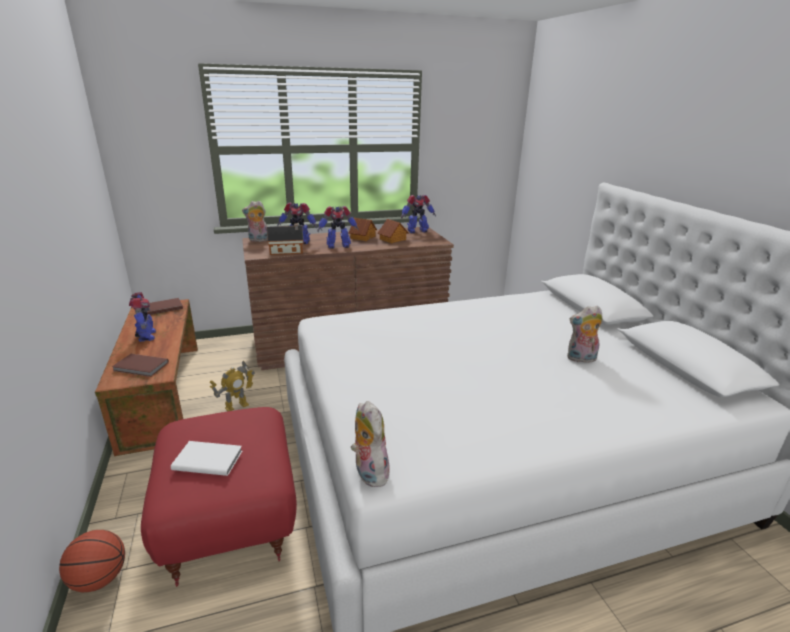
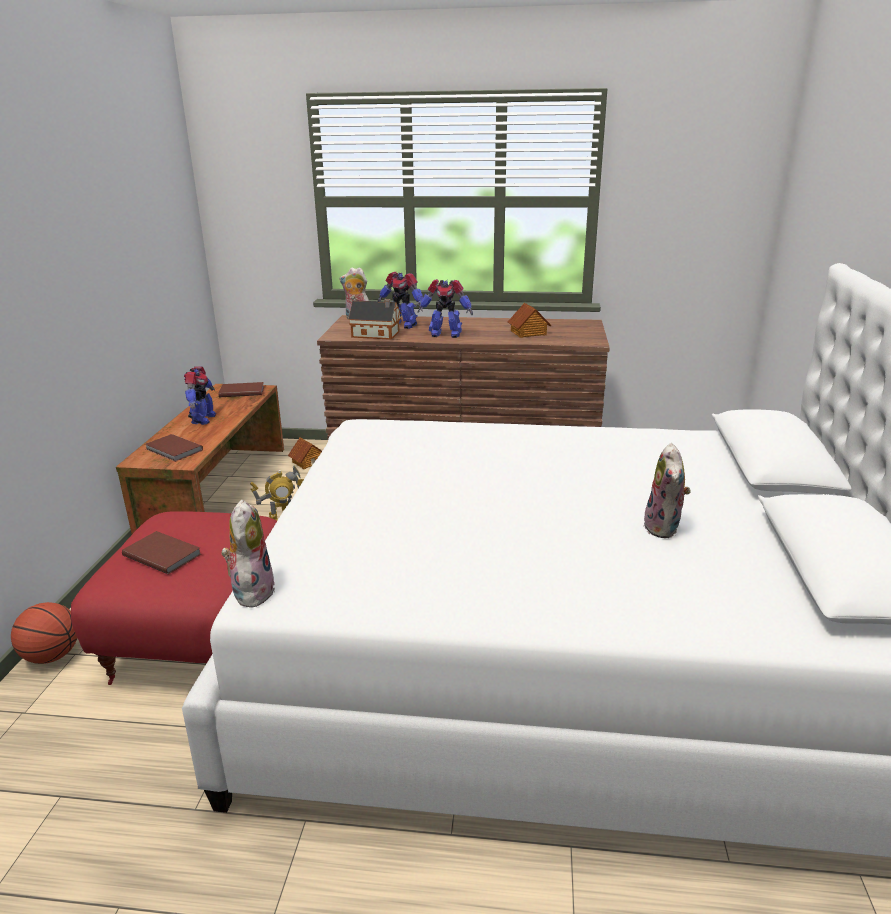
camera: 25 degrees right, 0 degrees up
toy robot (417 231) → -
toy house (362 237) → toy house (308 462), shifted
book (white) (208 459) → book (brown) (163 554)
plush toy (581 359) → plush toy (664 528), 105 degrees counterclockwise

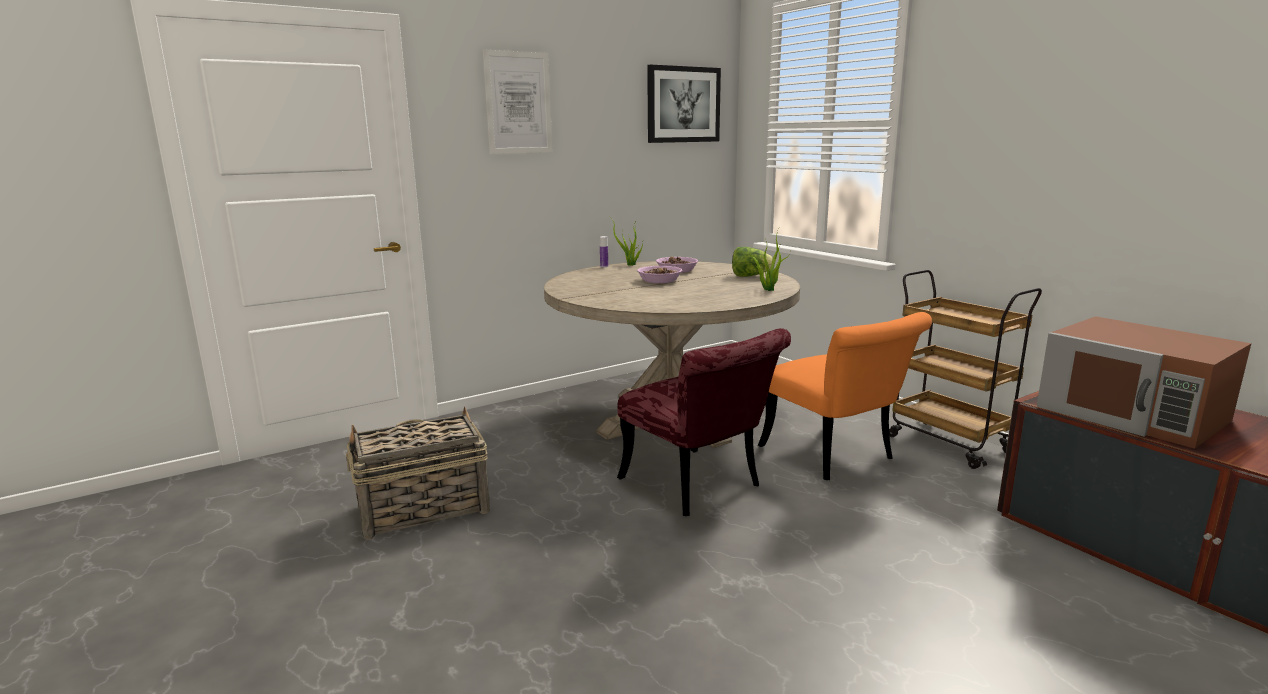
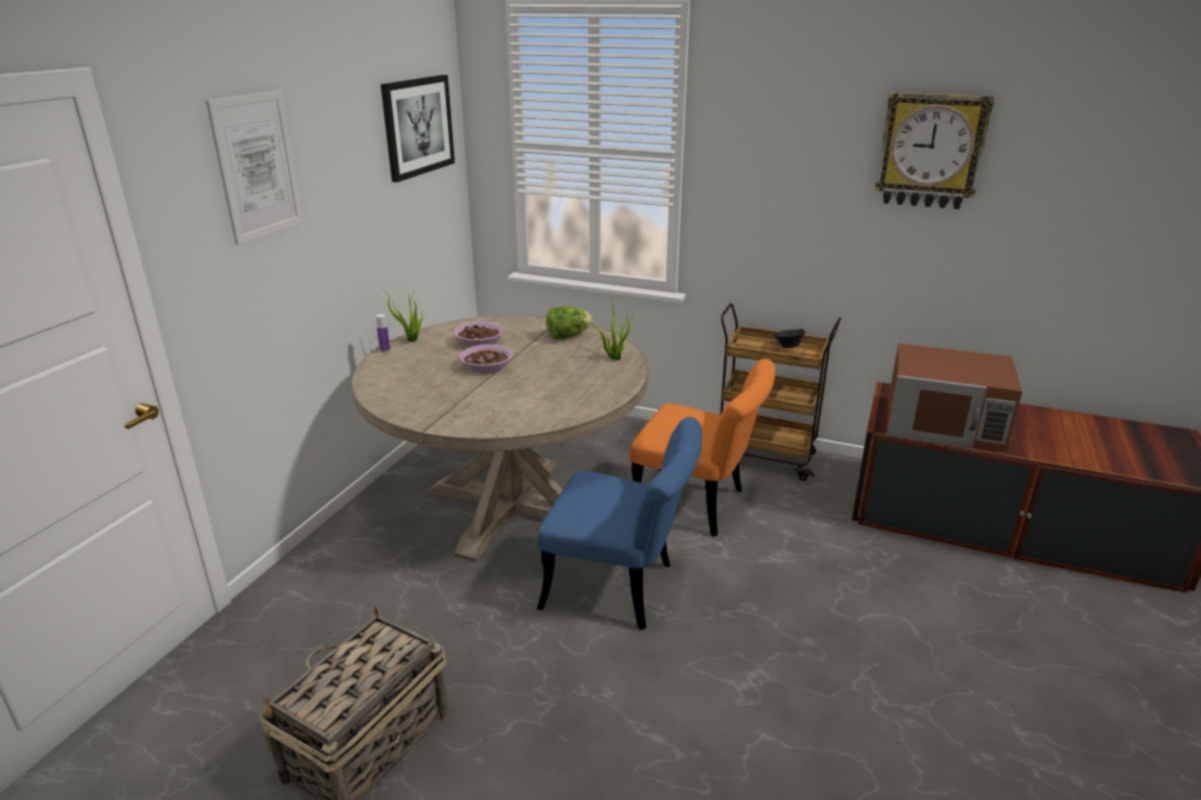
camera: 35 degrees left, 10 degrees up
- → bowl (black) (787 347)
- → wall clock (931 151)
chair (red) (699 487) → chair (blue) (622 588)

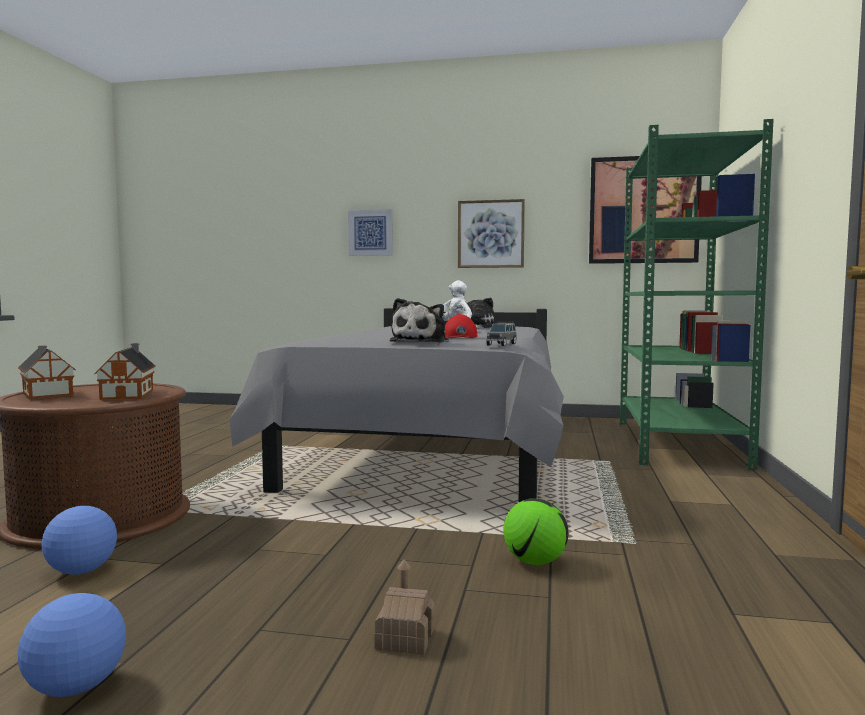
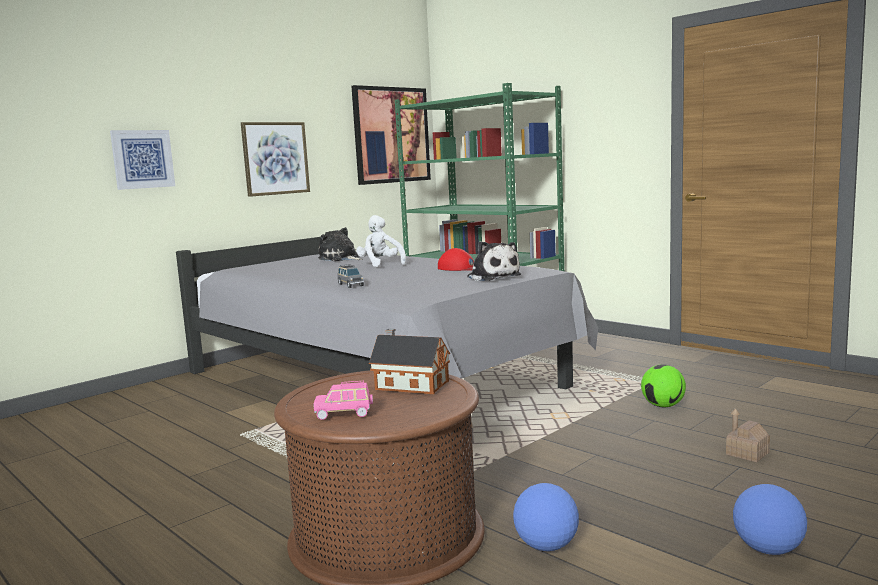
camera: 55 degrees left, 5 degrees up
toy car (grey) (501 344) → toy car (grey) (350 285), shifted
toy house (47 393) → toy car (pink) (344 414)

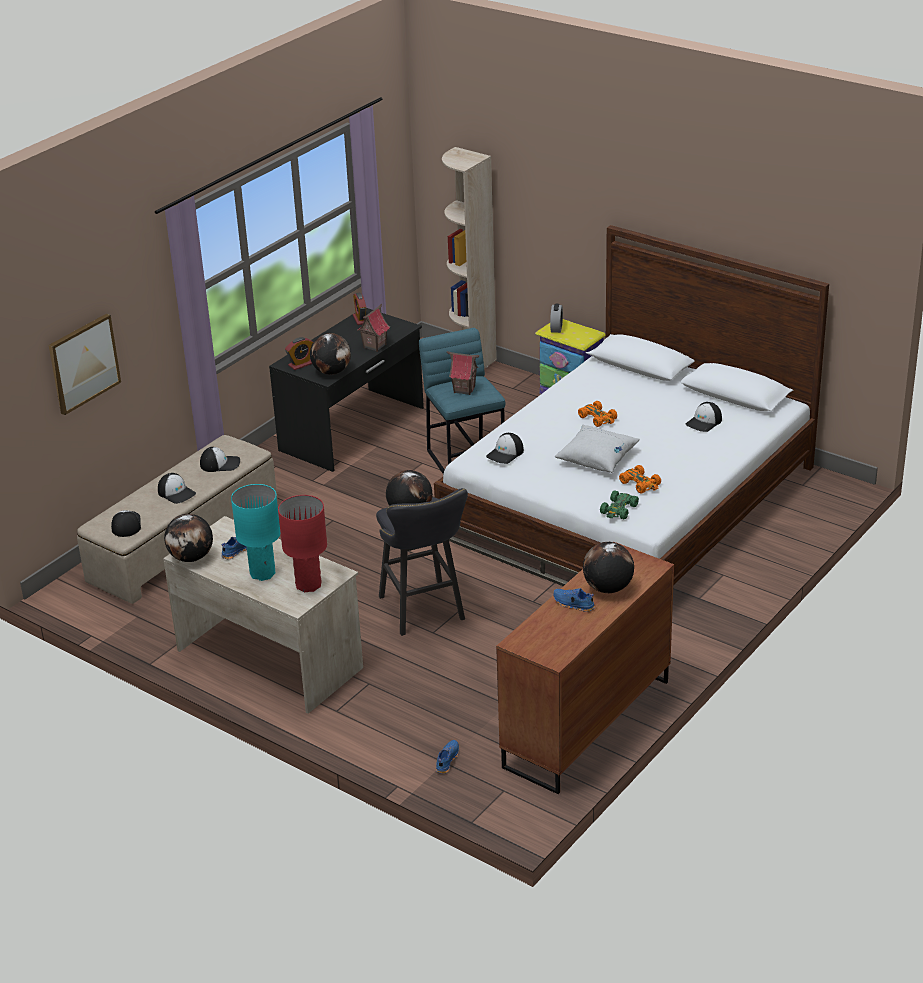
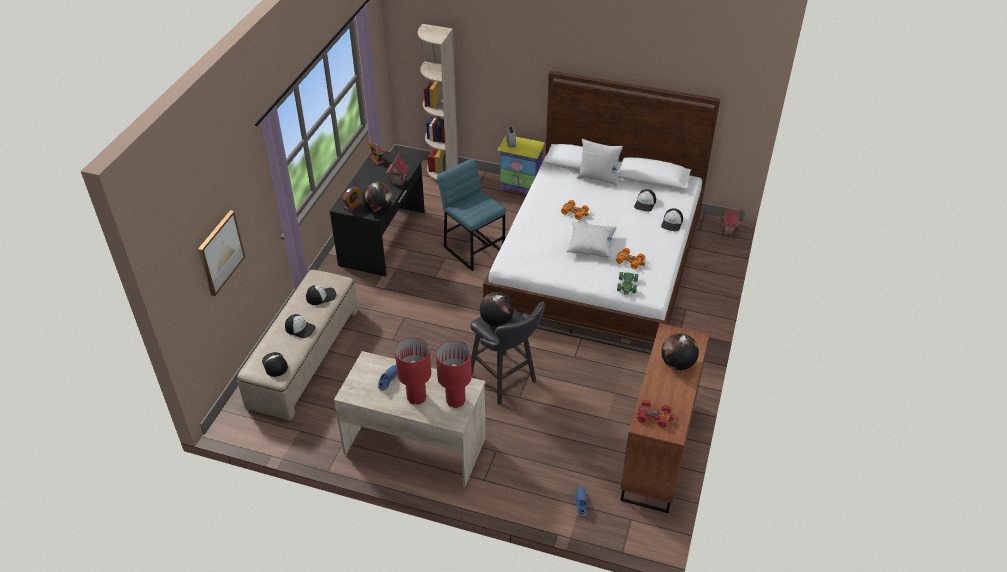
camera: 20 degrees left, 10 degrees up
globe (191 558) → -
shoe (blue) (573 604) → -
- → pillow (grey) (598 178)
- → toy car (red) (654 416)
toy house (464 389) → toy house (727 230), shifted
cap (505 453) → cap (672 223), shifted
table lamp (turquoise) (263 574) → table lamp (red) (416 397)

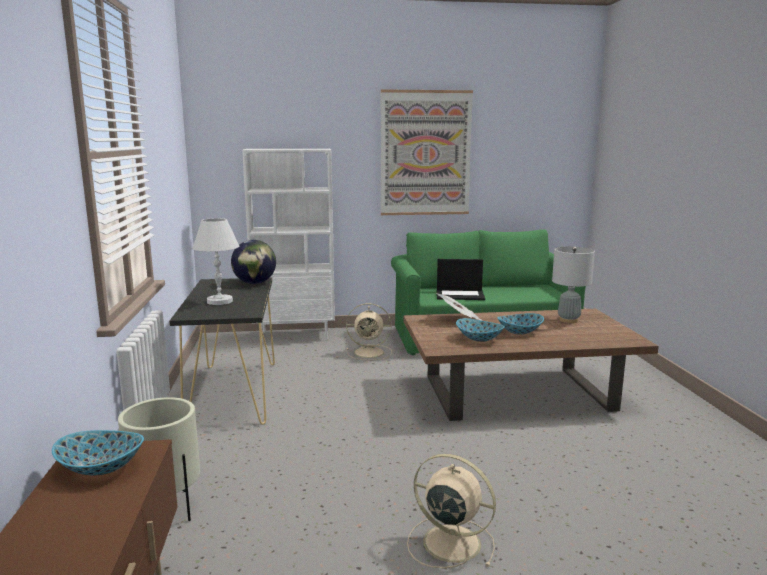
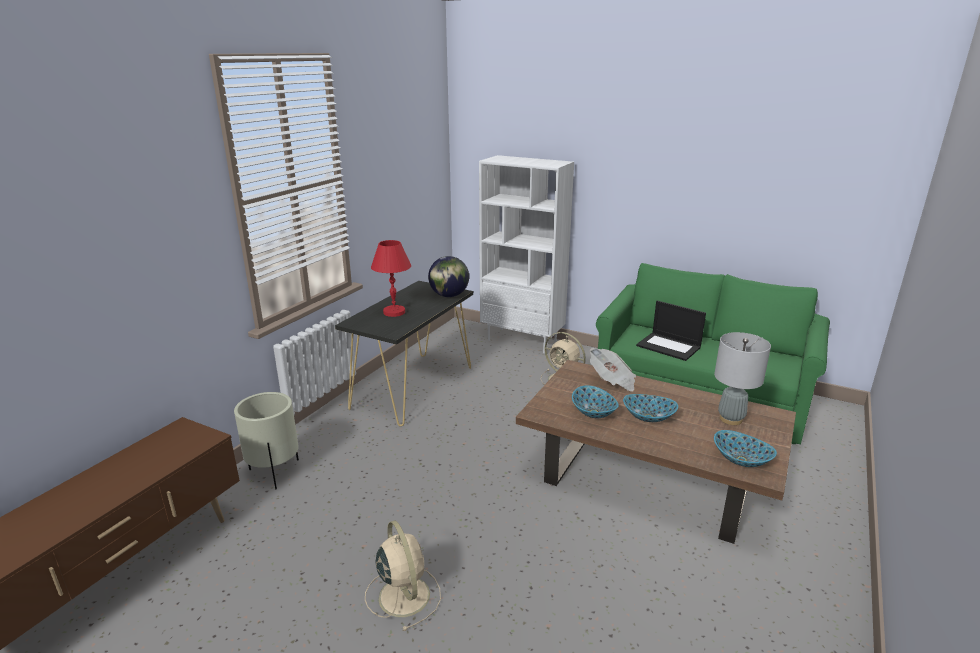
camera: 35 degrees right, 10 degrees up
picture (425 153) → -
bowl (101 468) → bowl (741 460), shifted
table lamp (white) (220 301) → table lamp (red) (394 312)

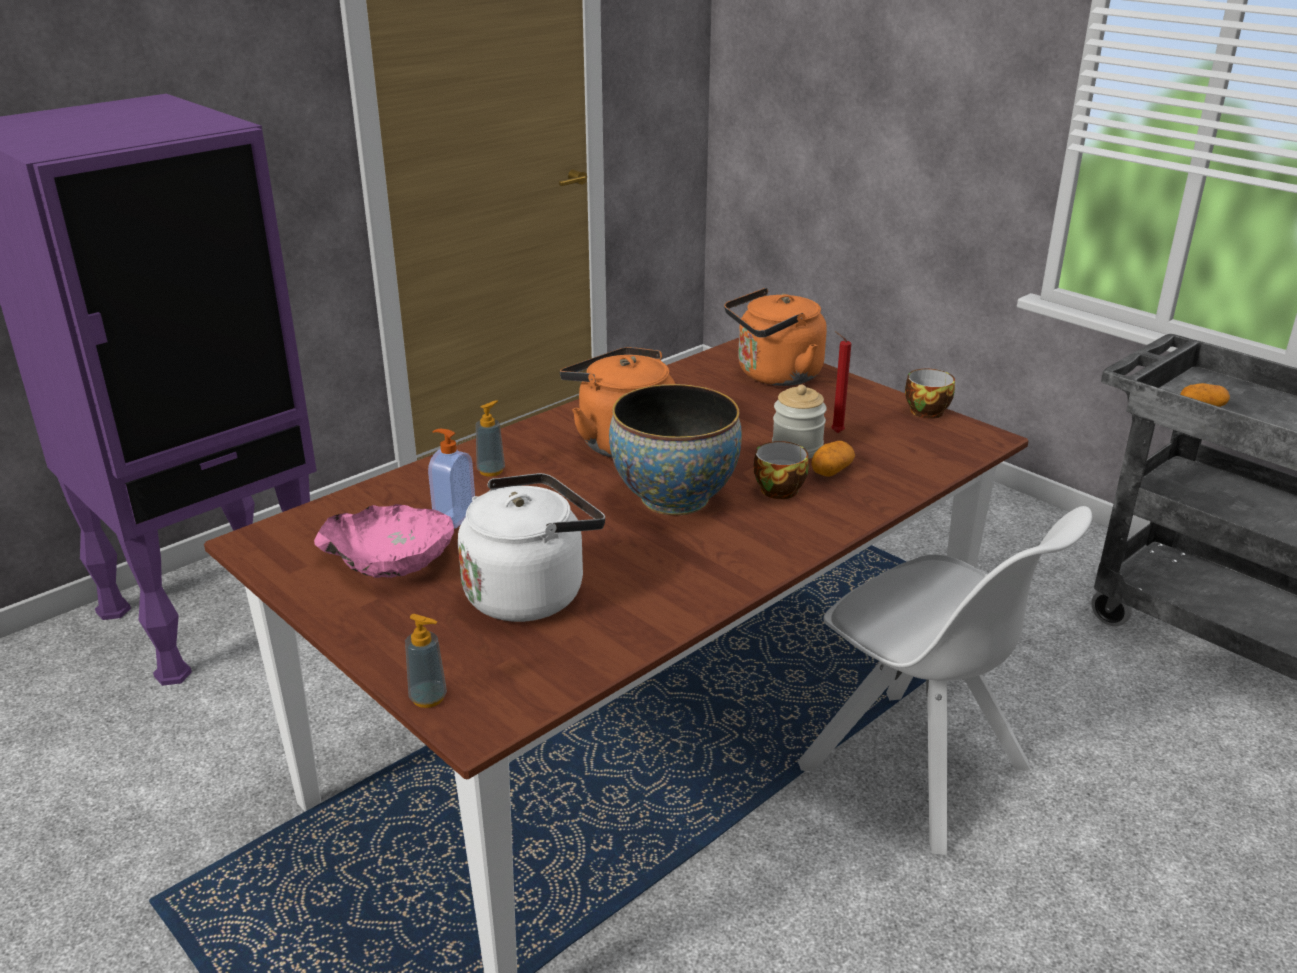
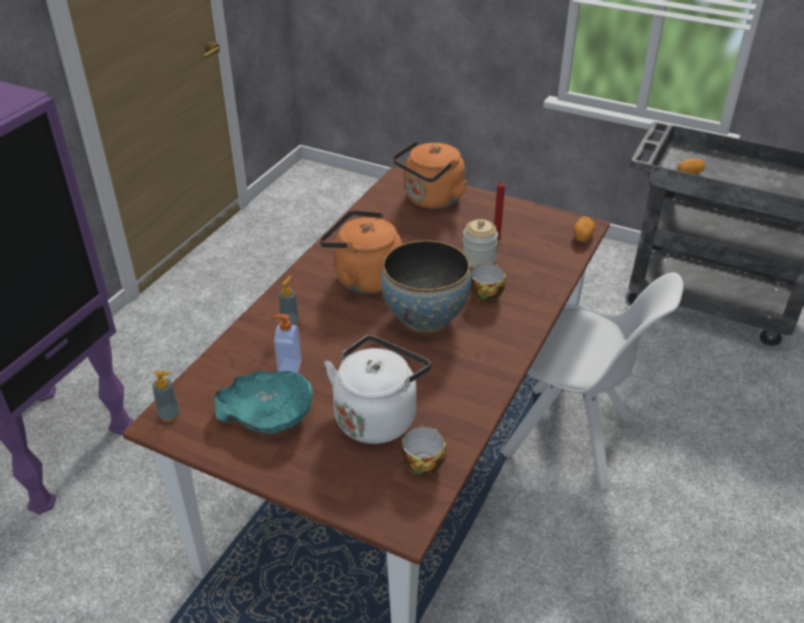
camera: 20 degrees left, 10 degrees up
soap dispenser (428 698) → soap dispenser (169 415), shifted
potato (831 471) → potato (582 236), shifted
cup (925 410) → cup (421 463), shifted
bowl (pink) (390 559) → bowl (turquoise) (268 413)

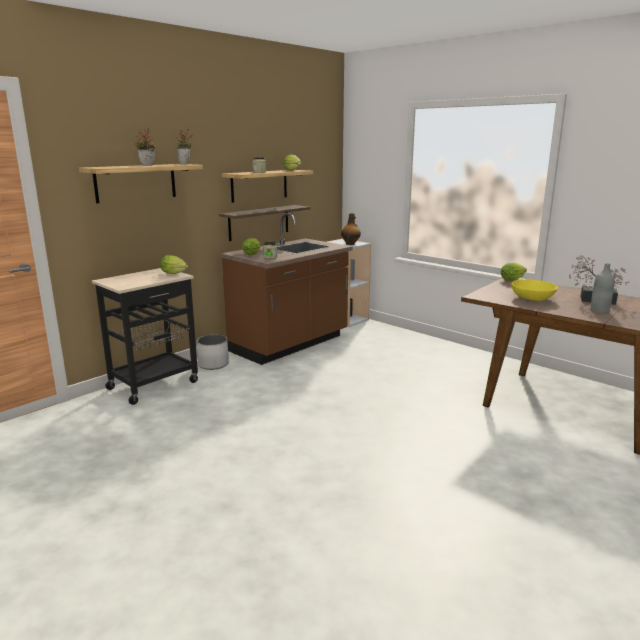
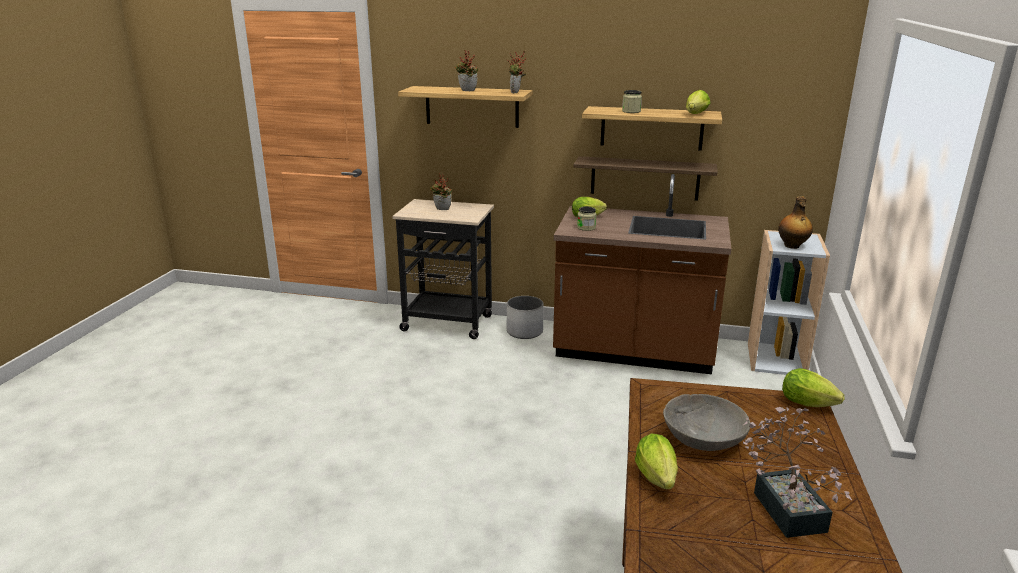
camera: 60 degrees right, 5 degrees up
bottle (grey) (599 310) → -
- → potted plant (441 210)
lettuce (175 274) → lettuce (657 480), shifted
bowl (yellow) (532 298) → bowl (grey) (703 438)

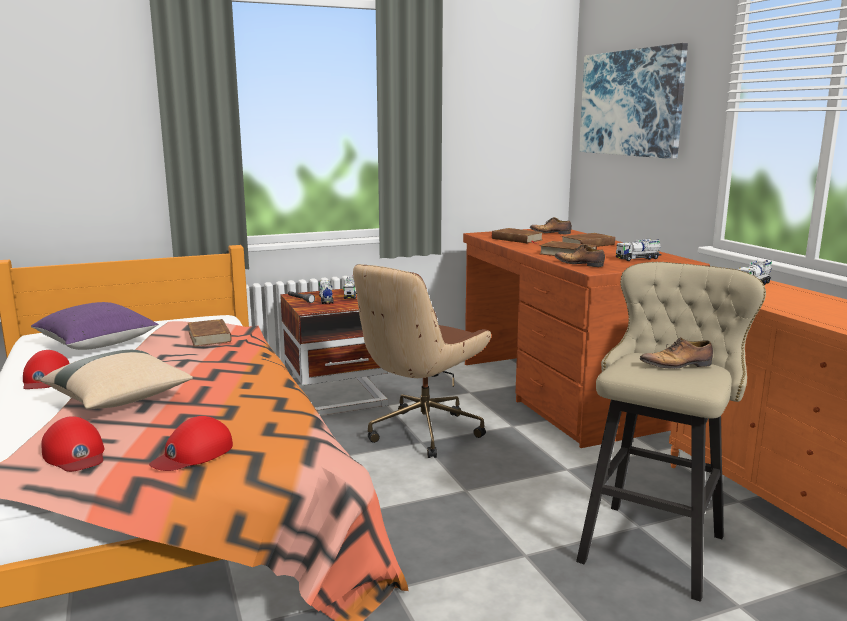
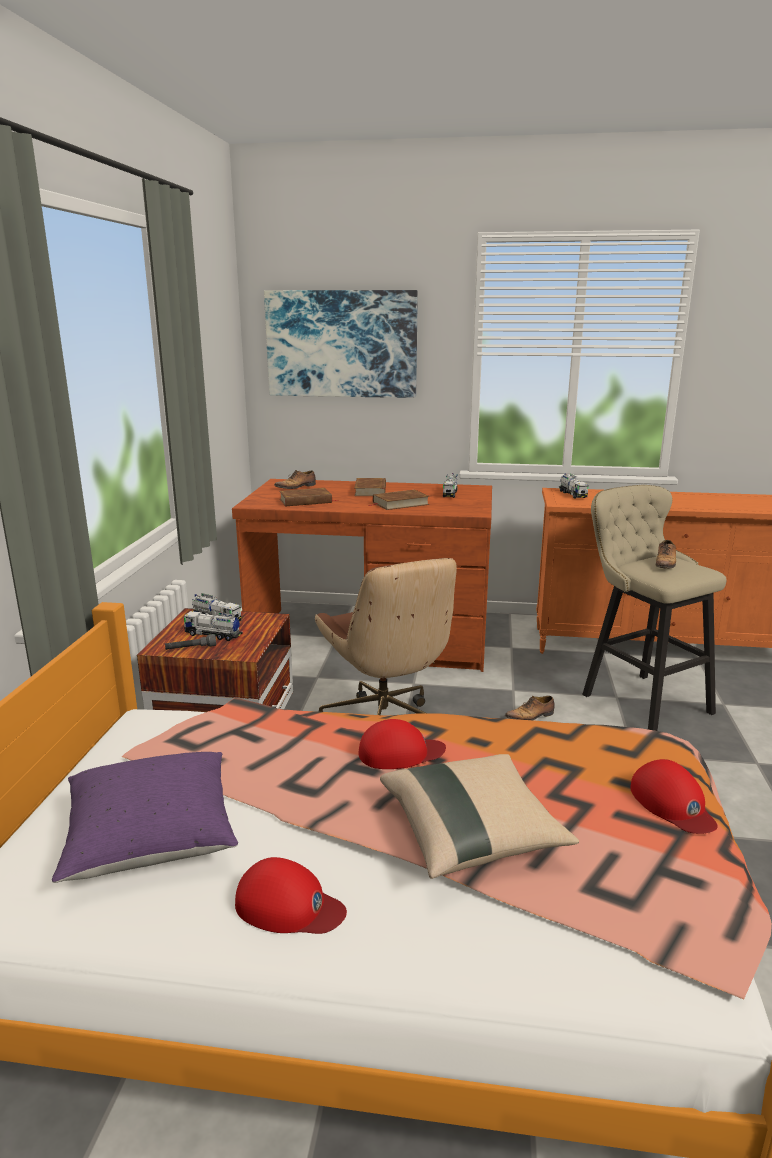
camera: 60 degrees left, 5 degrees up
book (brown) (210 336) → -
cap (red) (75 454) → cap (red) (400 752), shifted
shoe (579 264) → shoe (531 716), shifted

